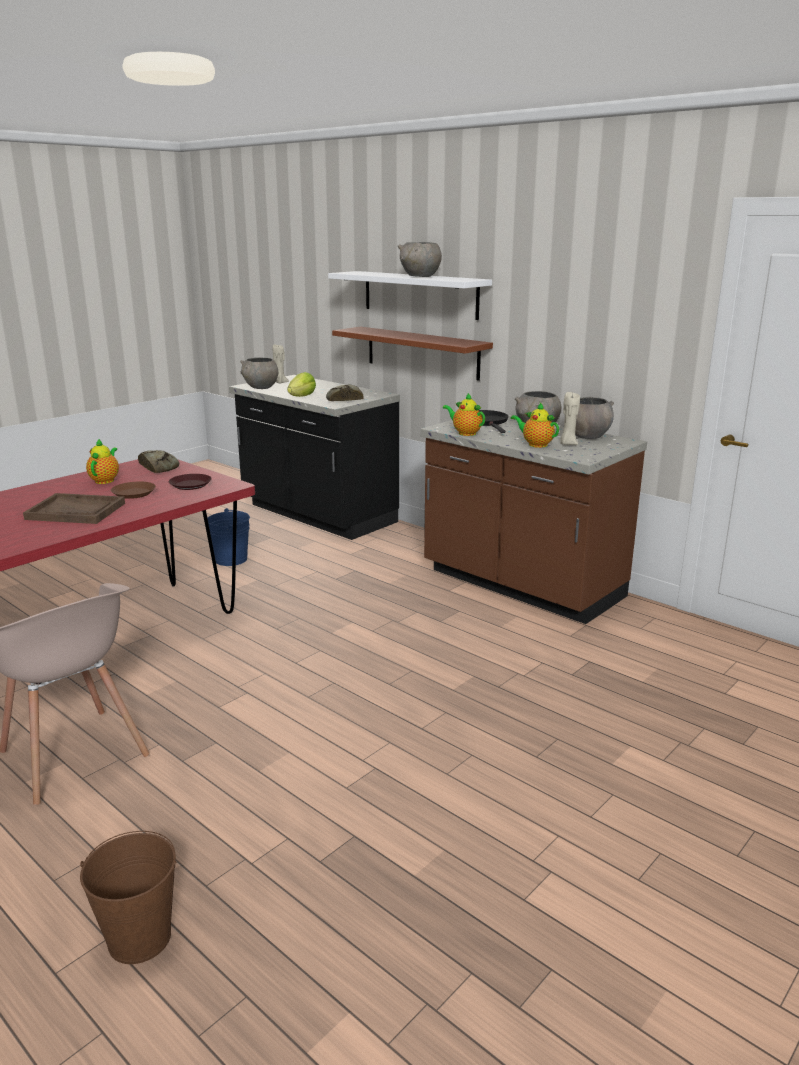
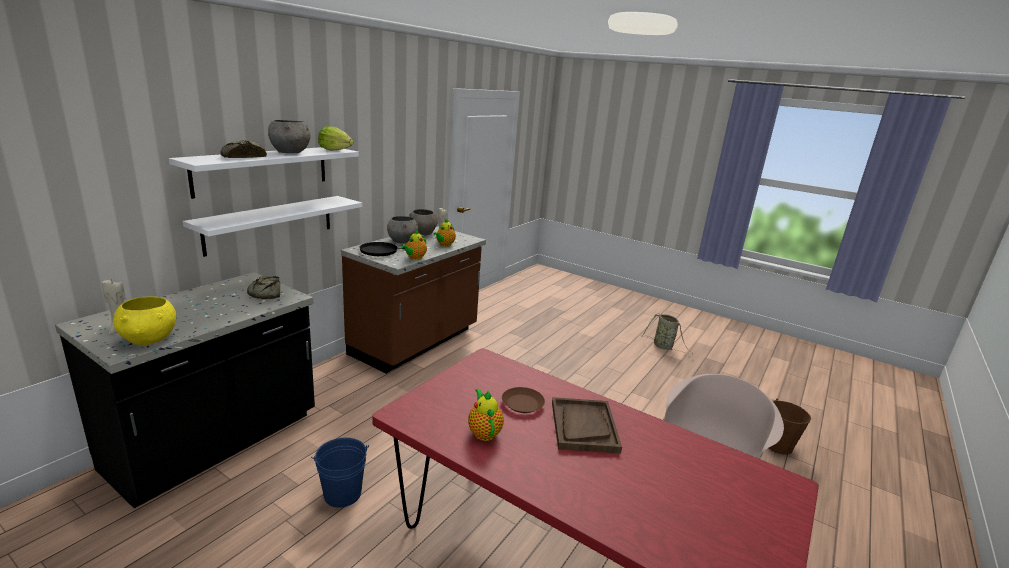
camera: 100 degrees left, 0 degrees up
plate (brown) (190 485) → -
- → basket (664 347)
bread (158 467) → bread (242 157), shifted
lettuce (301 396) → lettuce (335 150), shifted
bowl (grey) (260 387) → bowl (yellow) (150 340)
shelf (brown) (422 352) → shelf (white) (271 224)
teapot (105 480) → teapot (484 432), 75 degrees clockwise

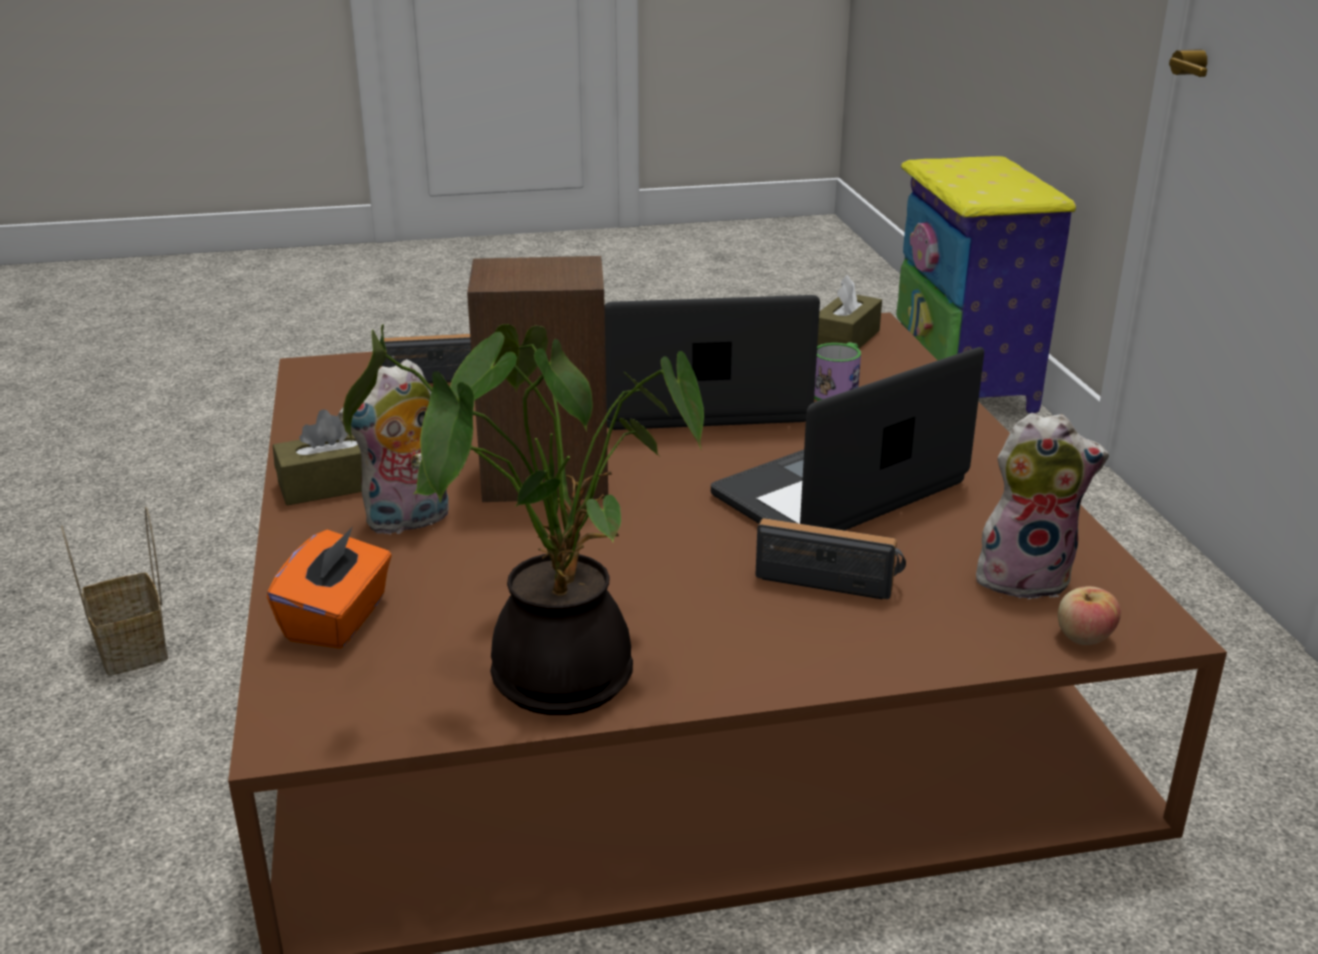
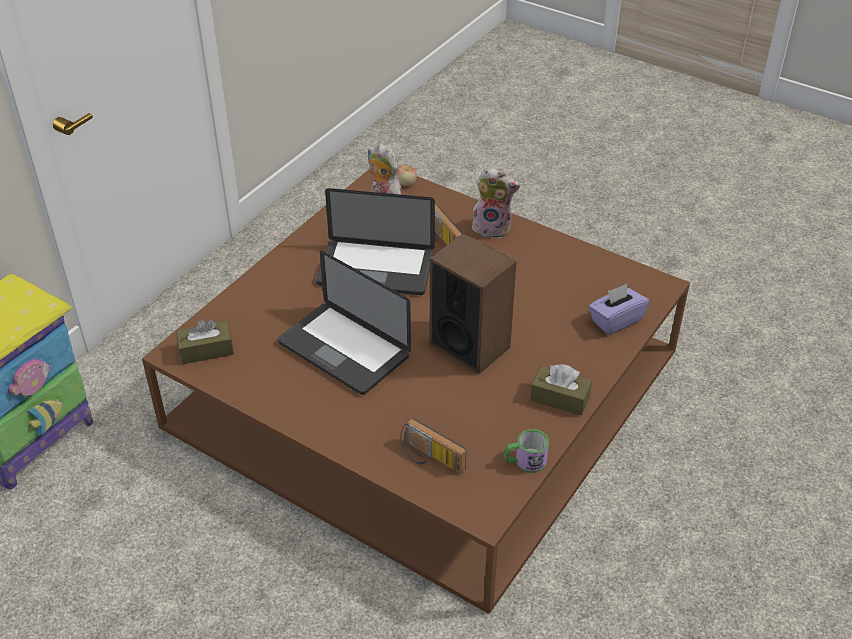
camera: 135 degrees left, 15 degrees up
basket (134 649) → -
potted plant (555 671) → -
plush toy (407 522) → plush toy (493 228), shifted
mug (838 391) → mug (525 461), shifted
tissue box (orange) (338 619) → tissue box (purple) (615 320)

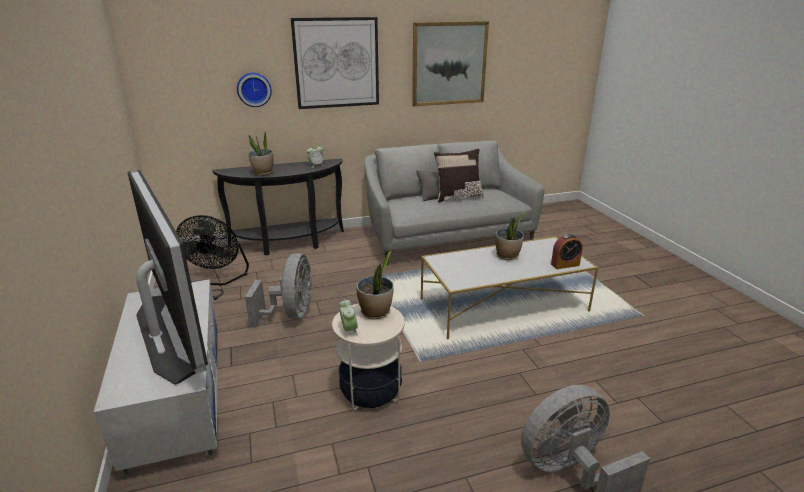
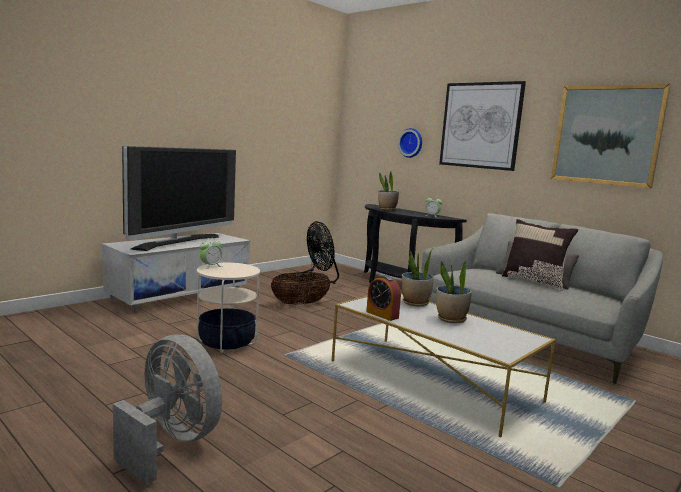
camera: 60 degrees right, 15 degrees down
potted plant (376 312) → potted plant (415 303), shifted
alarm clock (565 265) → alarm clock (382 315), shifted
fan (grey) (290 314) → basket (300 304)

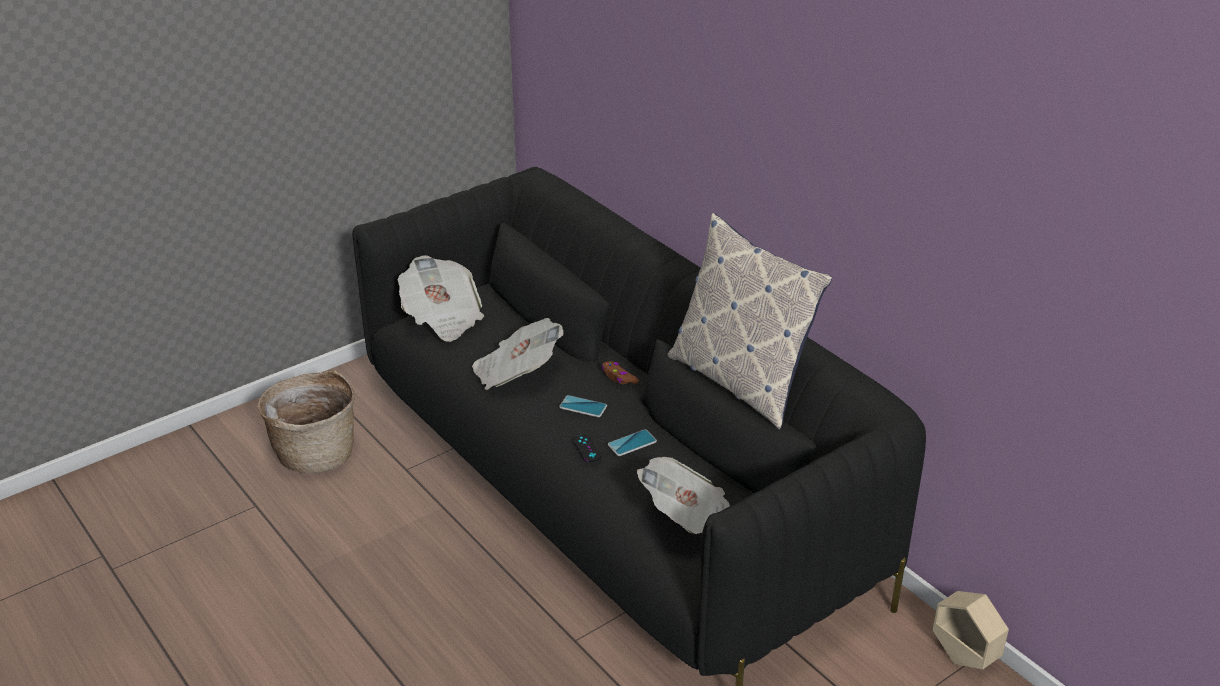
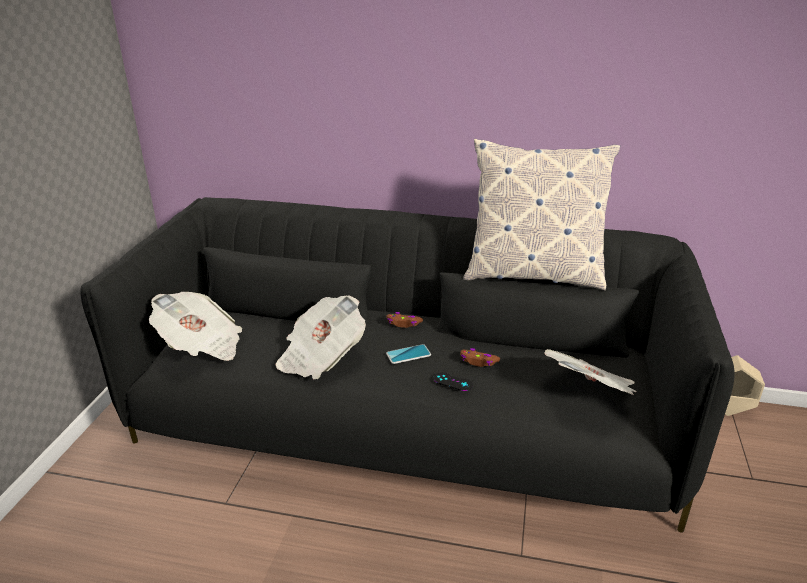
camera: 40 degrees left, 5 degrees down
basket (315 453) → -
phone (632 443) → game controller (brown) (478 361)

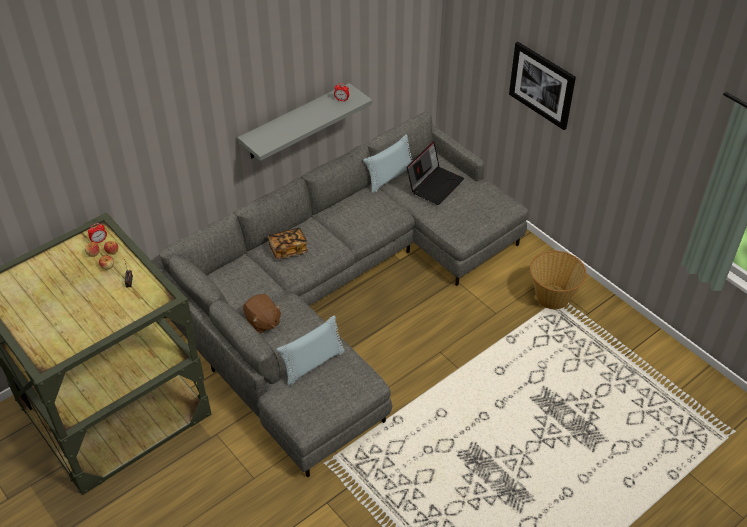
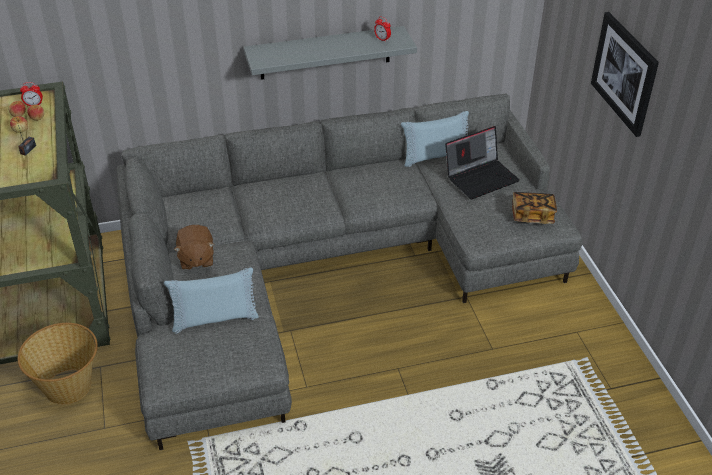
camera: 25 degrees right, 5 degrees down
book (288 249) → book (532 215), shifted
basket (552 297) → basket (69 386), shifted

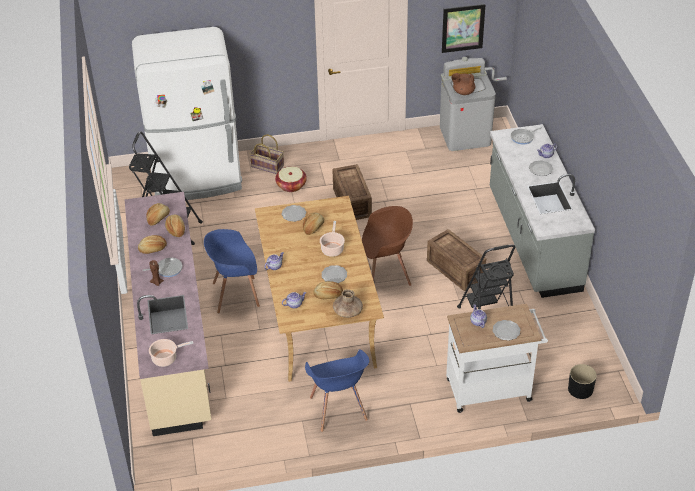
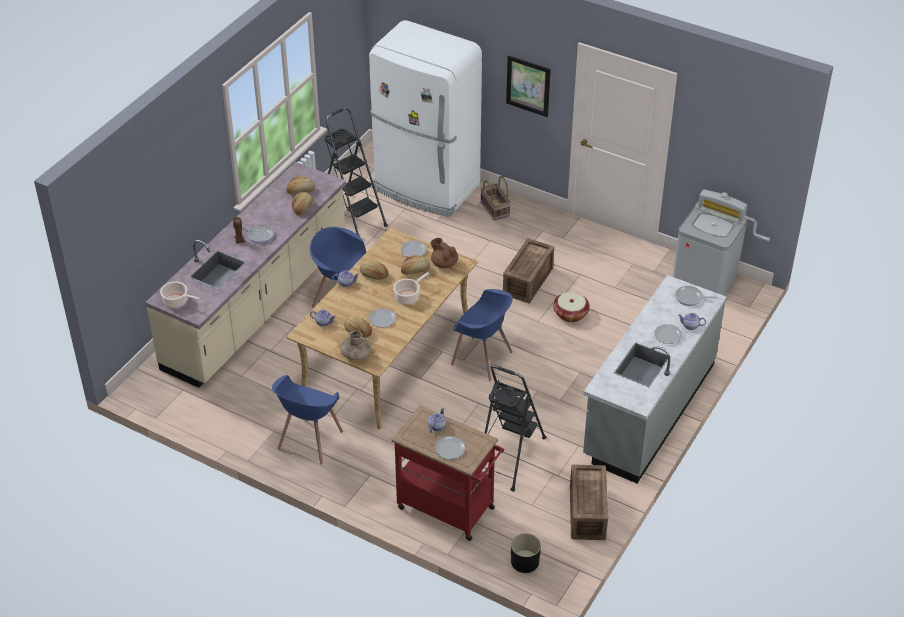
camera: 40 degrees right, 0 degrees up
bread (152 249) → bread (374 274), shifted
basket (291 185) → basket (570 314), shifted
crate (455 270) → crate (586 513), shifted
picture (463 28) → picture (528 86), shifted
teapot (brown) (463 92) → teapot (brown) (444 263), shifted
chair (brown) (387 274) → chair (blue) (482 359)
cart (white) (491 390) → cart (red) (448 509)

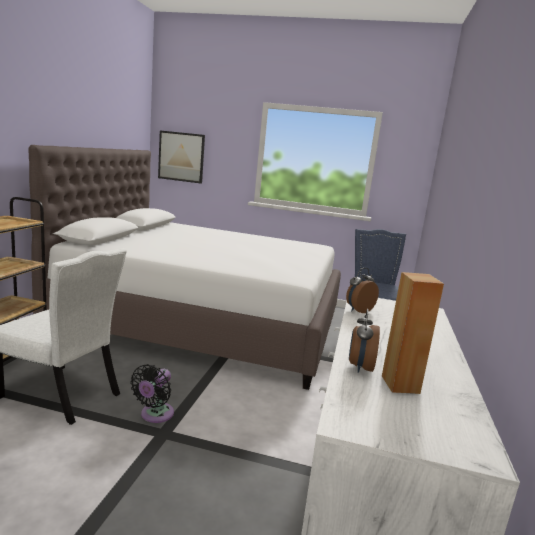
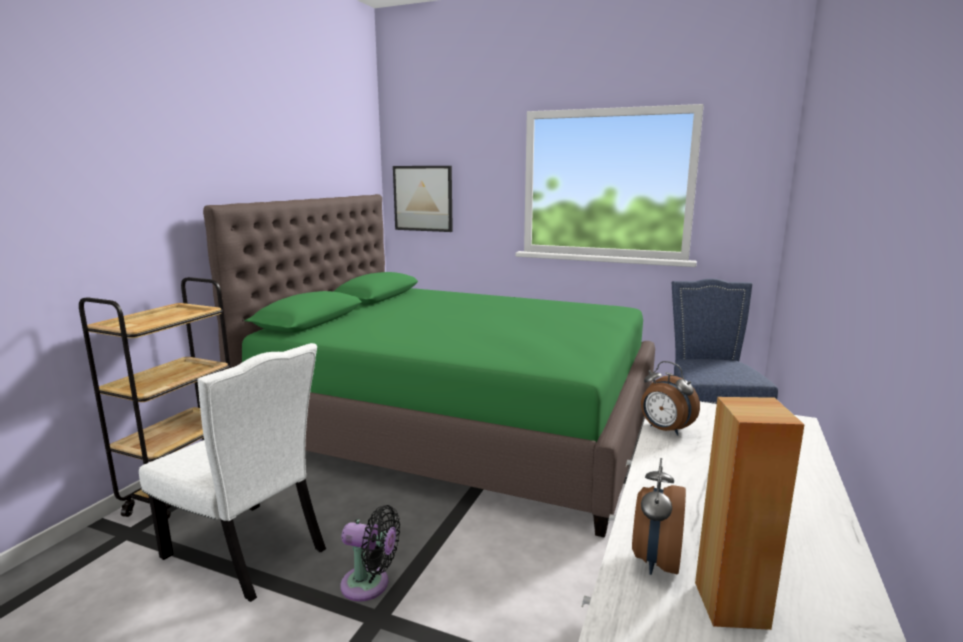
camera: 10 degrees right, 0 degrees up
bed (white) (204 320) → bed (green) (459 424)
fan (black) (155 415) → fan (black) (370 585), 105 degrees counterclockwise
alarm clock (358 310) → alarm clock (665 430), 105 degrees counterclockwise

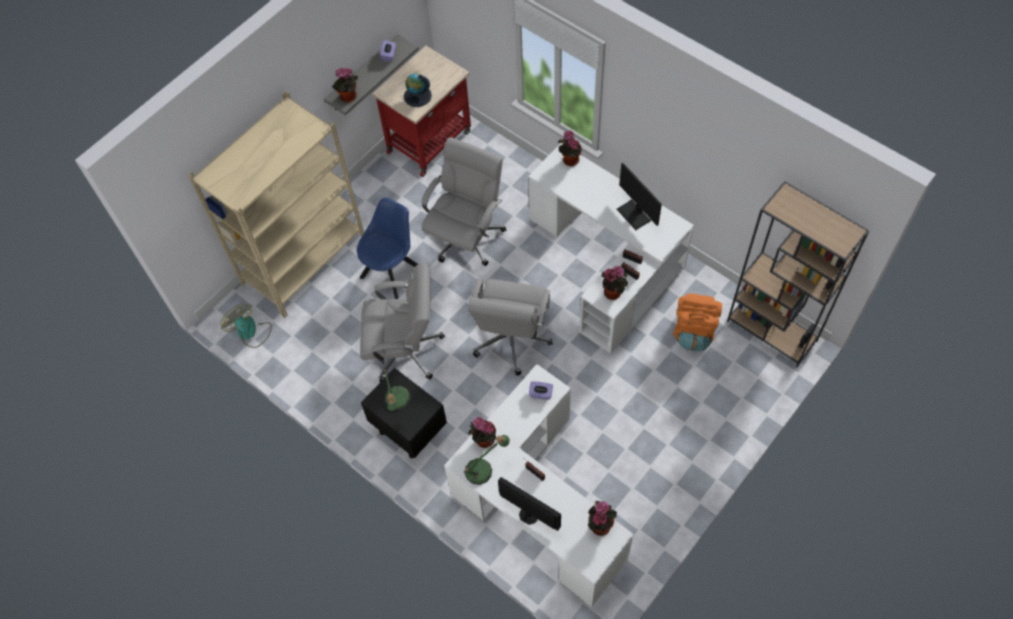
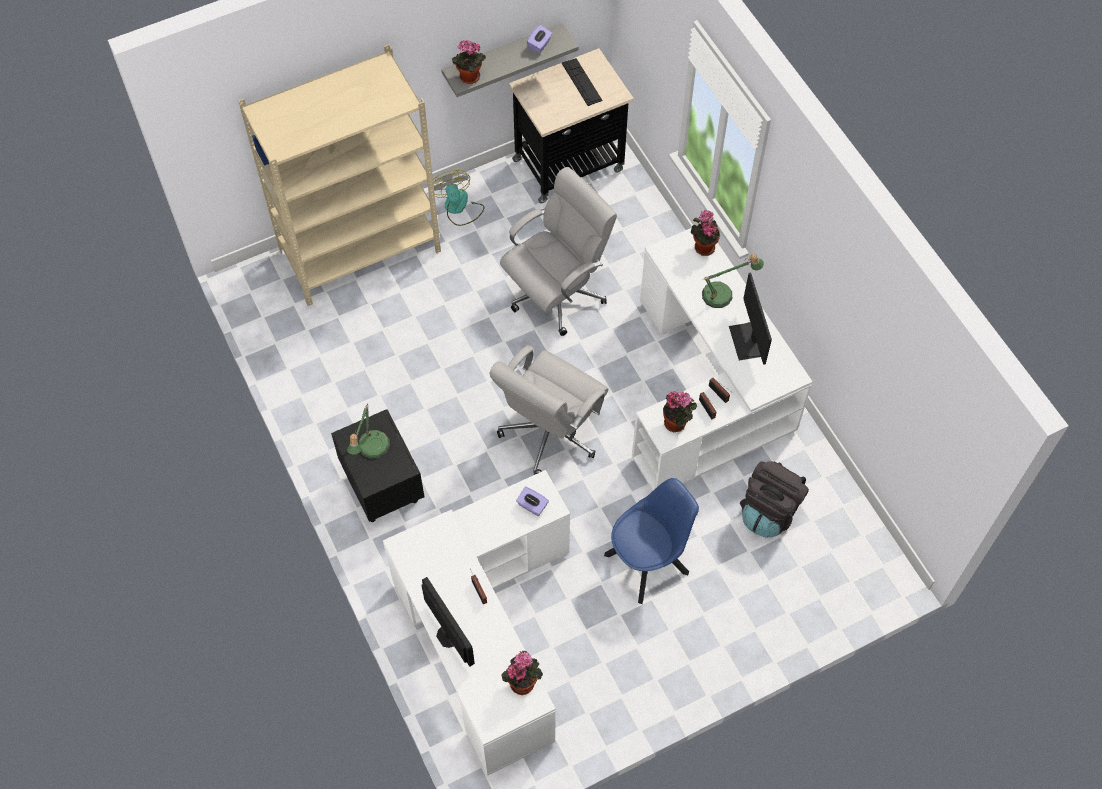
camera: 20 degrees right, 0 degrees up
office chair (grey) (404 350) → -
globe (417 96) → -
potted plant (483 440) → -
bookcase (772 331) → -
- → keyboard (582 82)
fan (250 332) → fan (459 208), shifted
chair (blue) (392 271) → chair (blue) (648 562), shifted
table lamp (483 469) → table lamp (723 295), shifted
cart (red) (429 141) → cart (black) (569 164)
backpack (orange) (694 331) → backpack (black) (769 511)

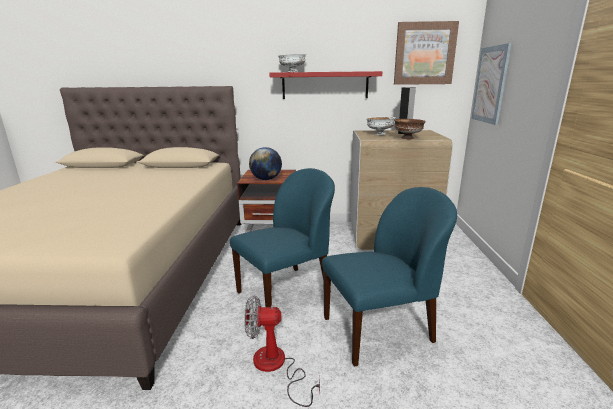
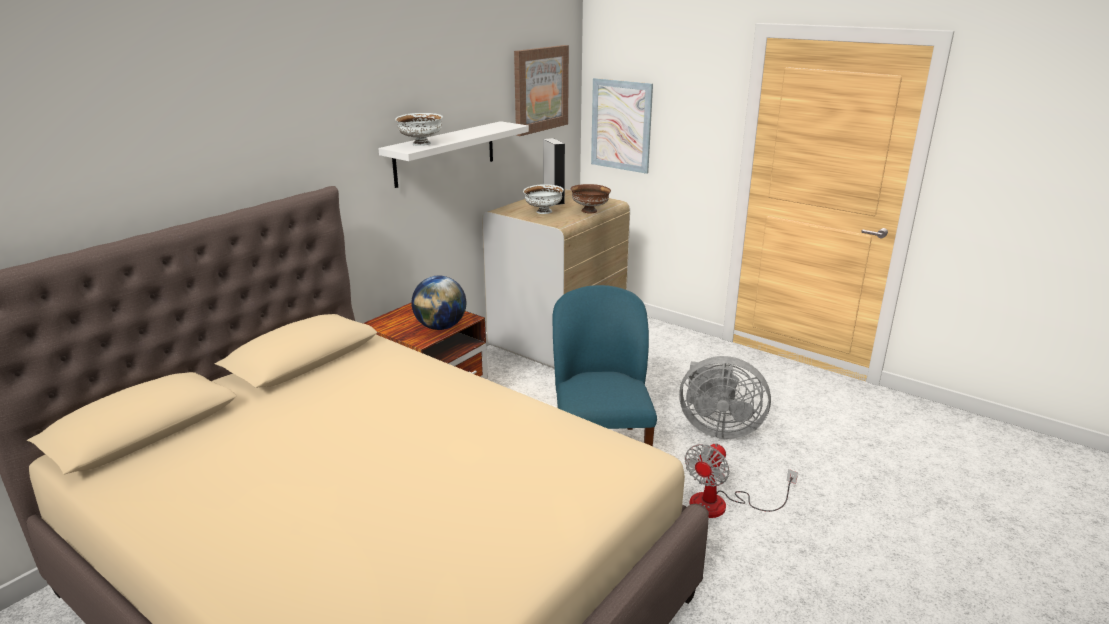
camera: 55 degrees left, 5 degrees up
chair (blue) (379 329) → fan (grey) (717 428)
shelf (red) (325 85) → shelf (white) (445 153)

